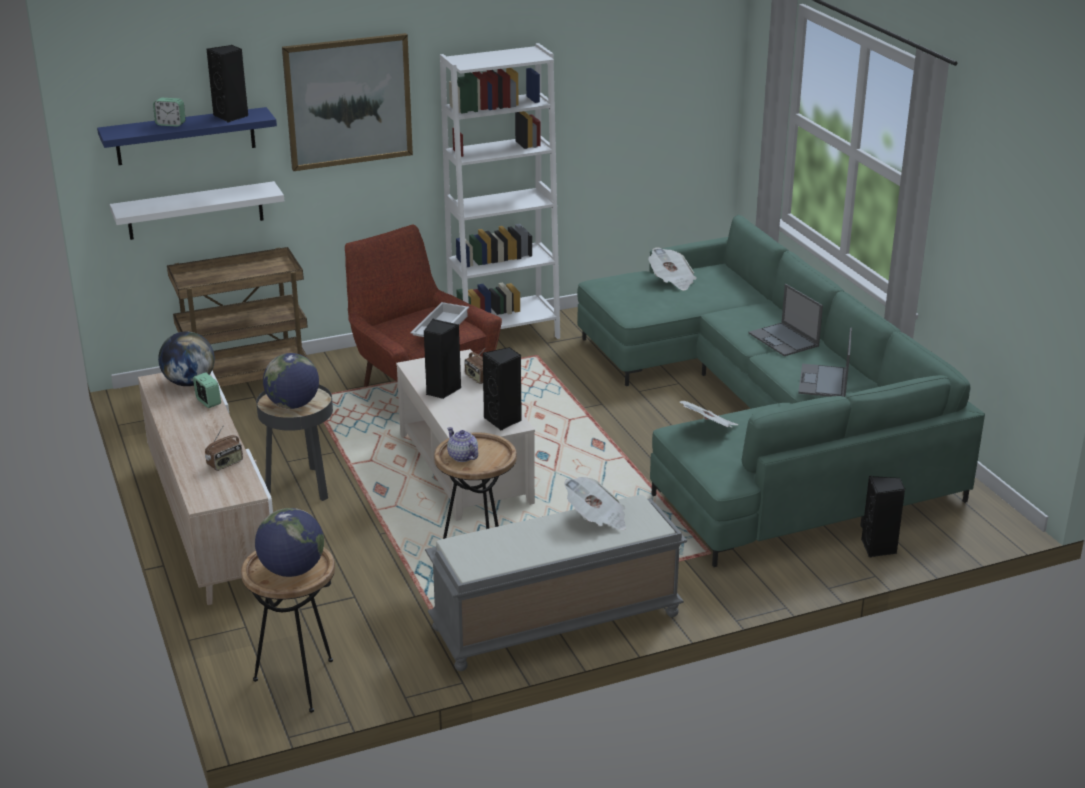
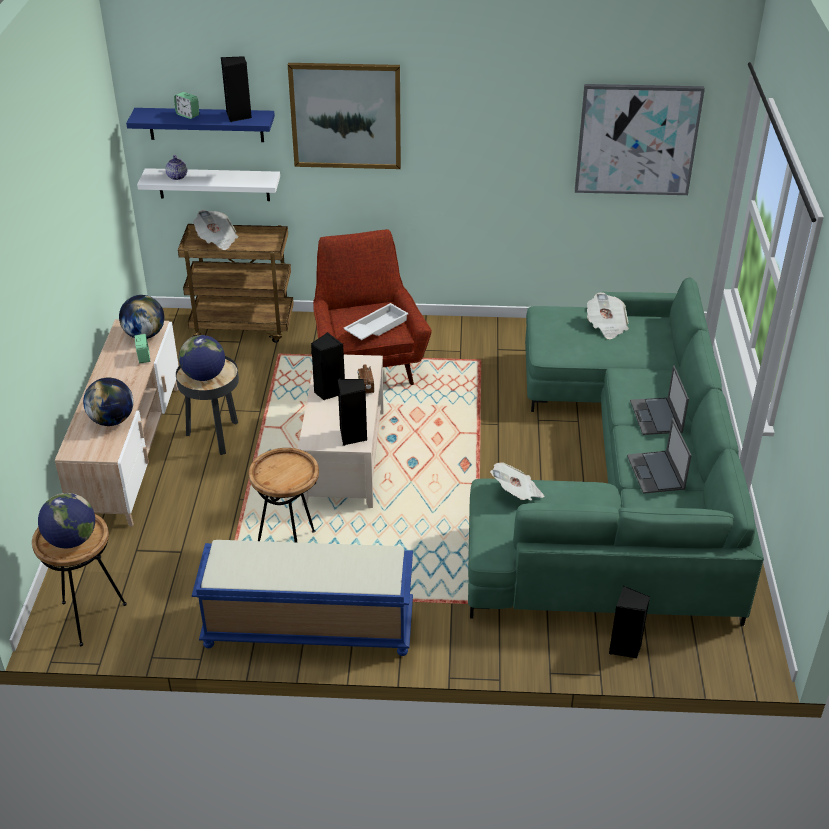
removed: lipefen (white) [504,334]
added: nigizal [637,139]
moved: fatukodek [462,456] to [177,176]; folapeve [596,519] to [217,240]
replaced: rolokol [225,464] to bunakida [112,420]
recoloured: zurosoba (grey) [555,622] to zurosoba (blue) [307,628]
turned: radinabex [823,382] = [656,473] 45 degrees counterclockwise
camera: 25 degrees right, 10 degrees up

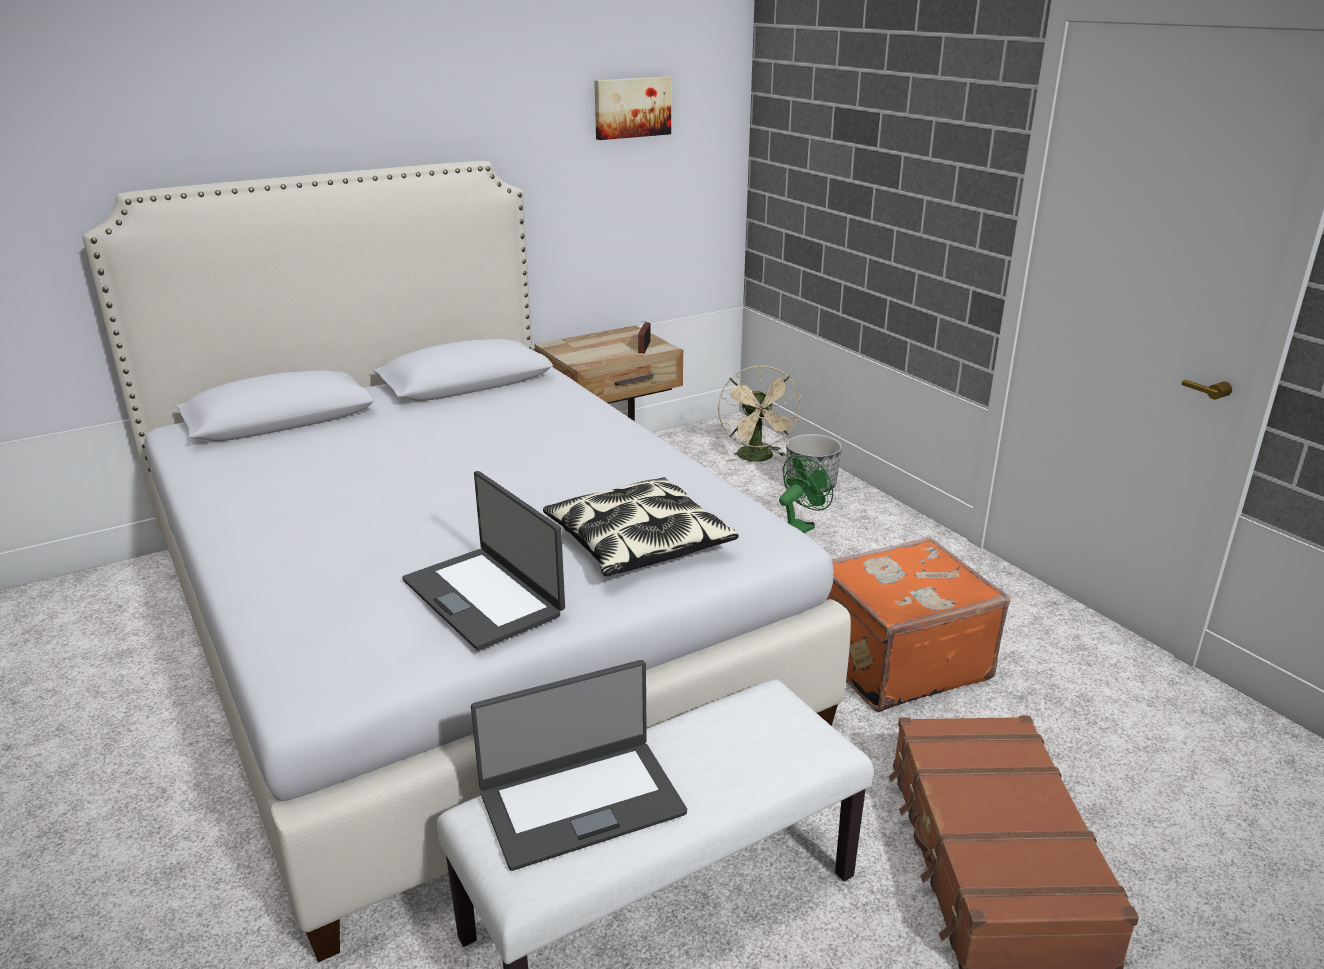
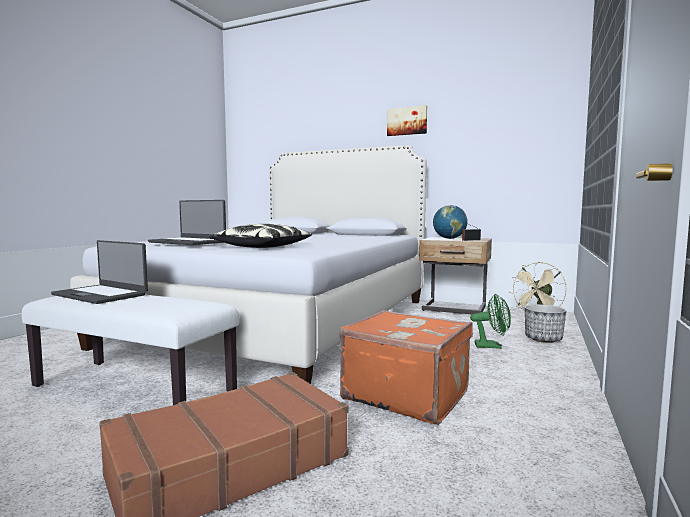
added: bunakida [449,238]
moved: nigizal [631,107] to [407,121]
turned: radinabex [484,597] = [188,242] 75 degrees counterclockwise
camera: 55 degrees right, 20 degrees down

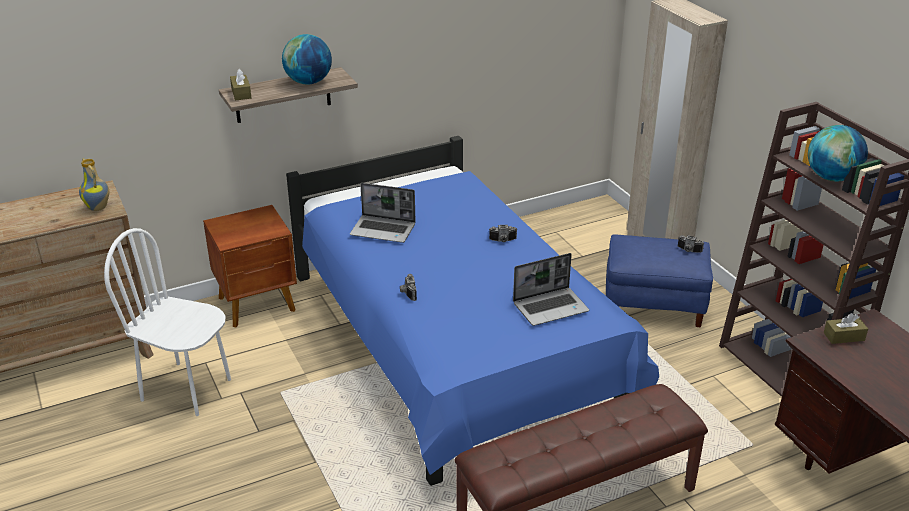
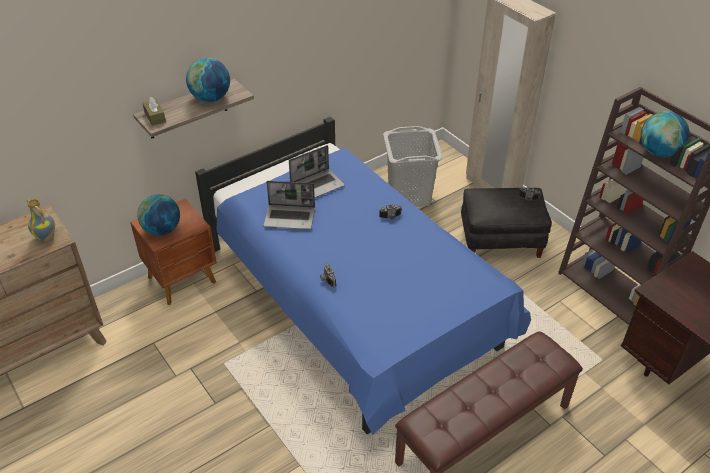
removed: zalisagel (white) [186,389]; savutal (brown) [844,336]
added: bunakida [162,230]; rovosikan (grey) [409,195]
moved: radinabex [551,307] to [317,185]
recoloured: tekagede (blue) [654,303] to tekagede (black) [501,239]
camera: 10 degrees left, 10 degrees up

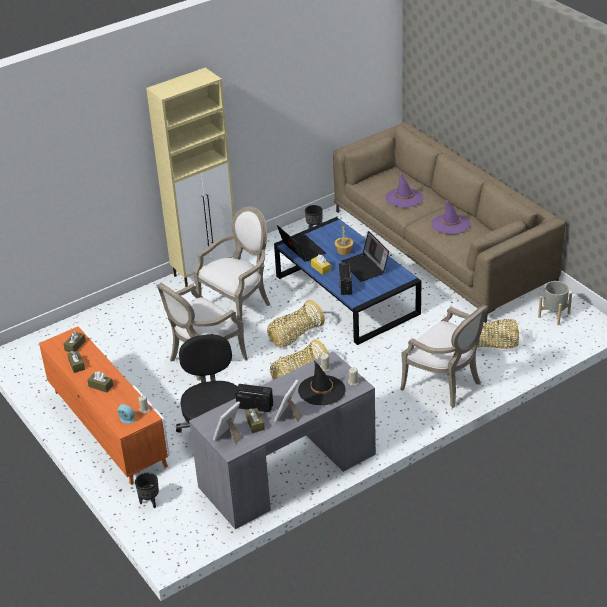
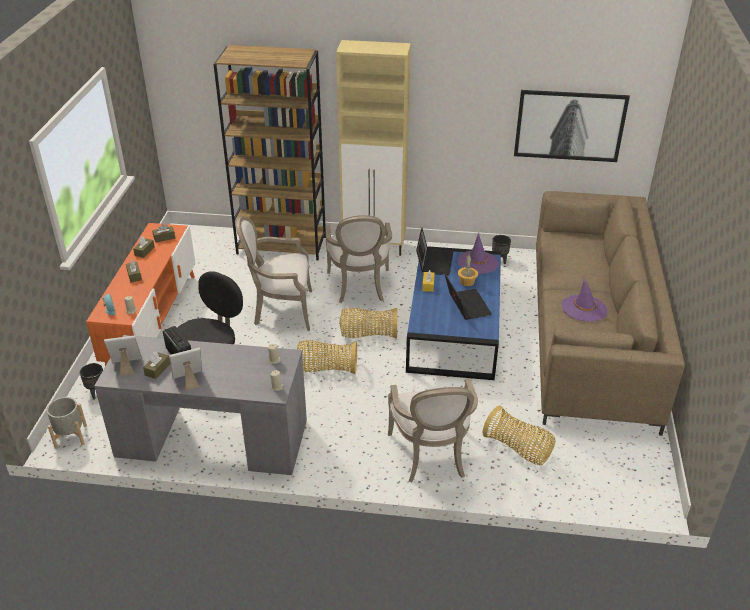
removed: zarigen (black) [321,390]; rolokol [345,286]
added: lipefen (brown) [282,245]; nigizal [569,126]
moved: zarigen (purple) [404,198] to [477,262]; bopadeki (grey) [553,315] to [71,436]
turned: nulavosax [239,307] = [359,287] 90 degrees clockwise; radinabex [365,267] = [466,305] 150 degrees clockwise
camera: 40 degrees right, 0 degrees up

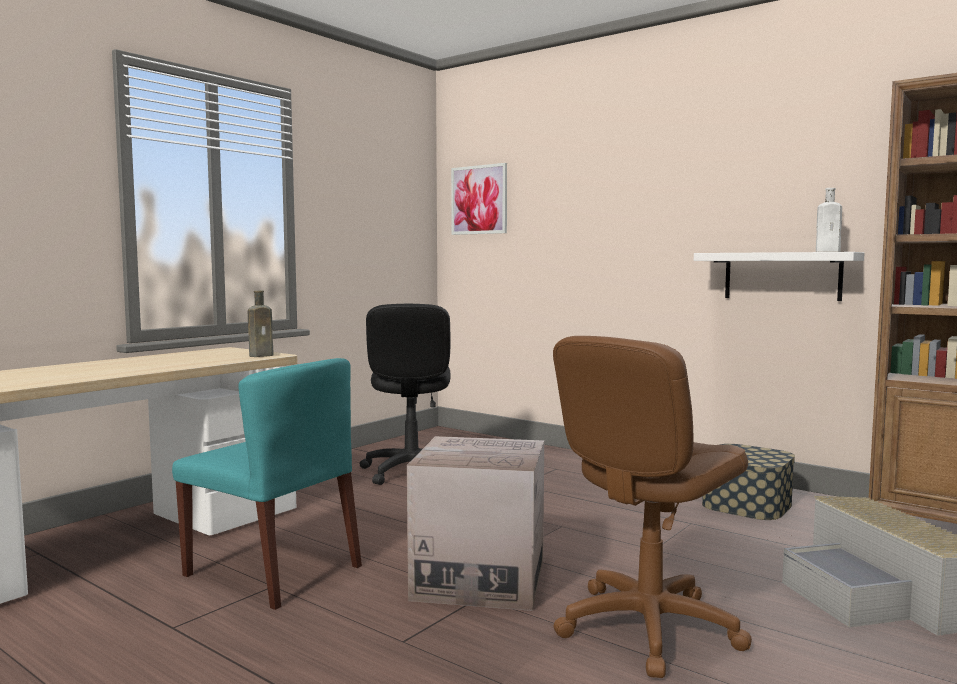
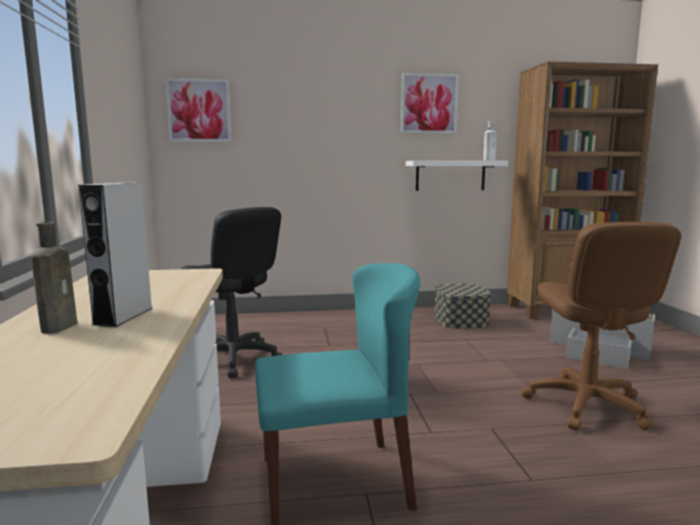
removed: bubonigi [480,579]
added: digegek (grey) [123,316]; nigizal [429,104]
moved: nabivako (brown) [263,355] to [60,326]
camera: 45 degrees left, 5 degrees up

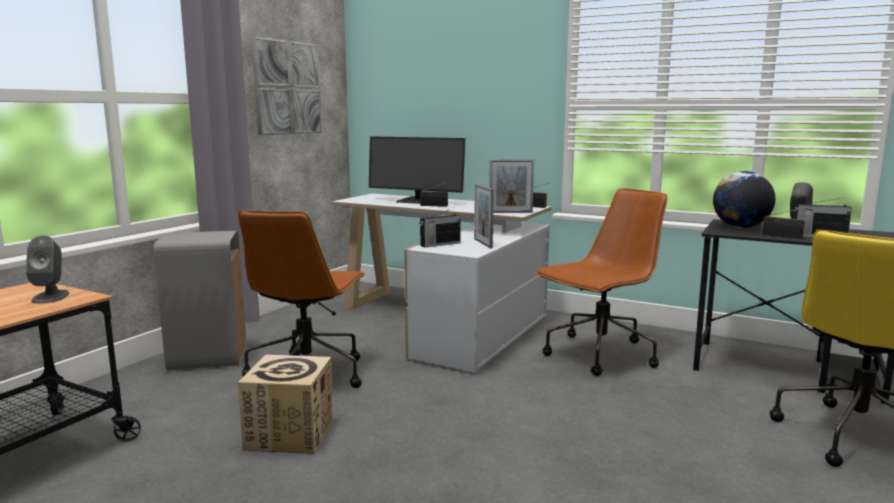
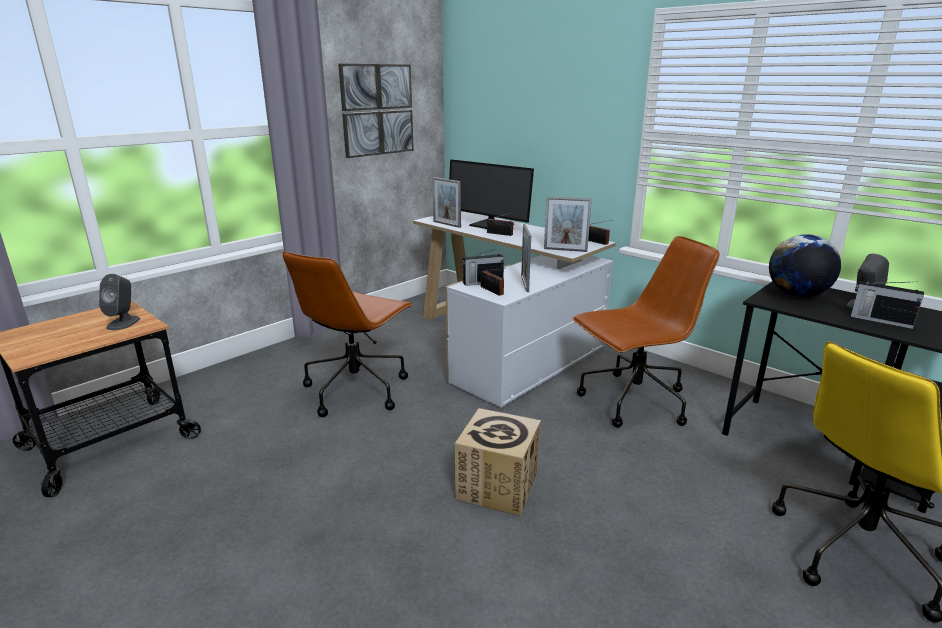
removed: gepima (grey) [208,358]
added: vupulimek [447,224]
moved: bubonigi [290,434] to [498,486]; rolokol [784,237] to [492,291]
camera: 15 degrees right, 10 degrees up

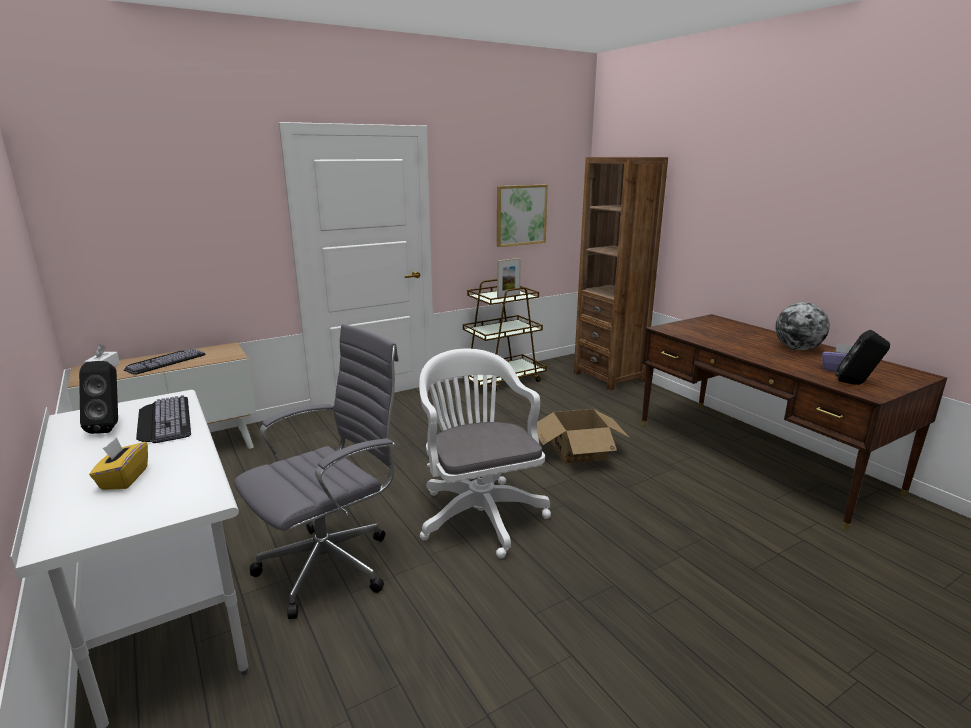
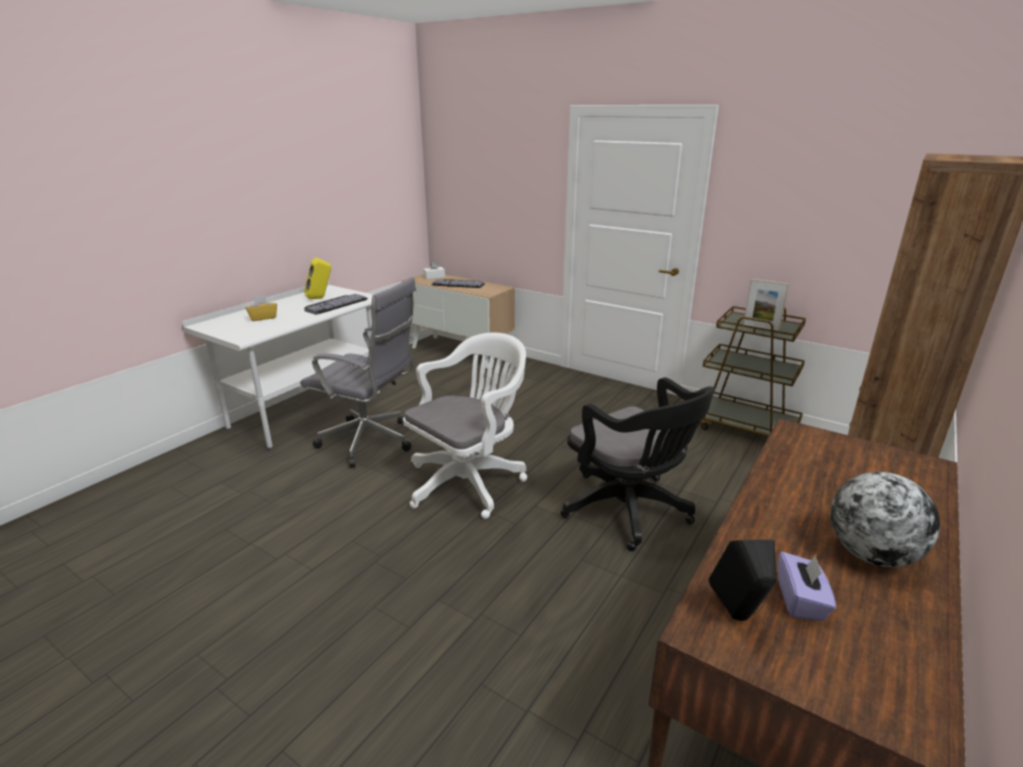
removed: nigizal [521,215]
replaced: bubonigi [578,451] to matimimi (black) [630,512]
recoloured: digegek (black) [110,427] to digegek (yellow) [320,298]
camera: 65 degrees right, 5 degrees up

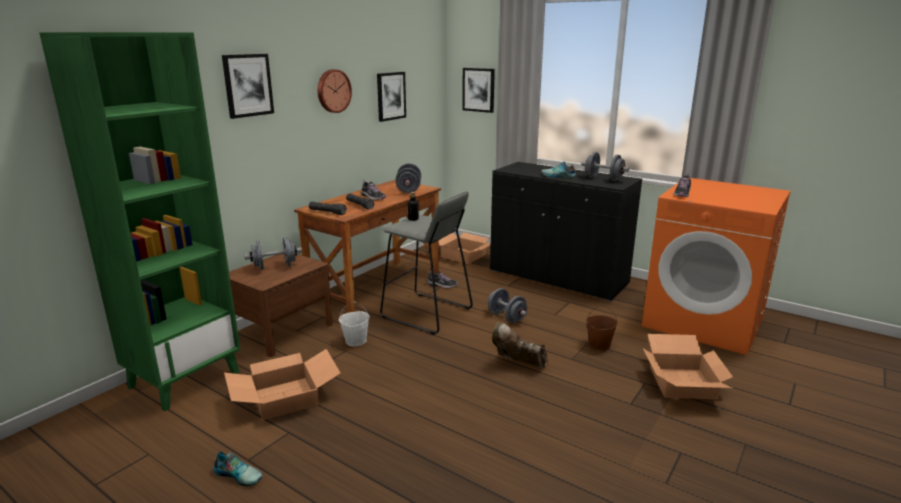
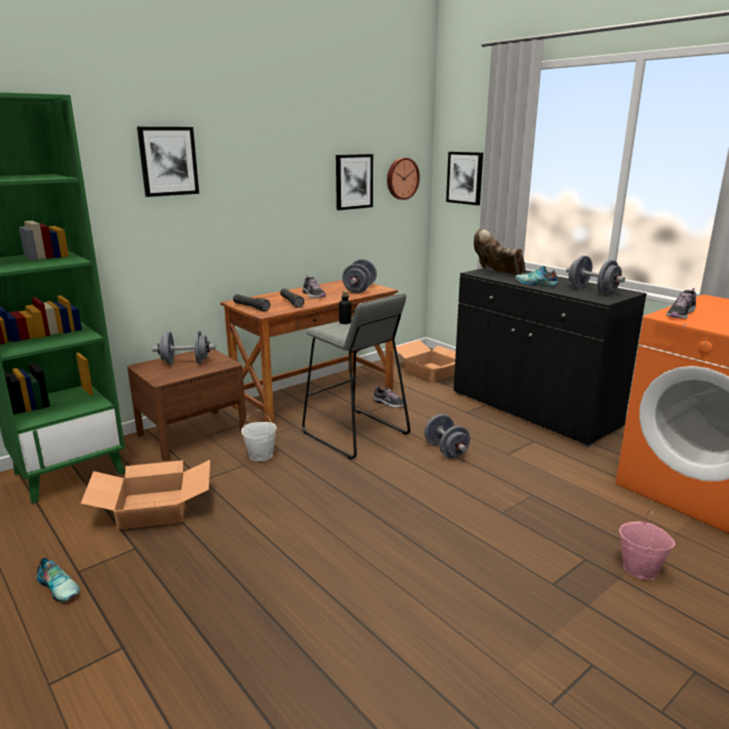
removed: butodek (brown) [599,345]
moved: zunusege [333,91] to [401,178]; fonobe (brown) [518,364] to [497,274]
replaced: bubonigi [683,383] to butodek (pink) [640,569]
camera: 15 degrees right, 0 degrees up

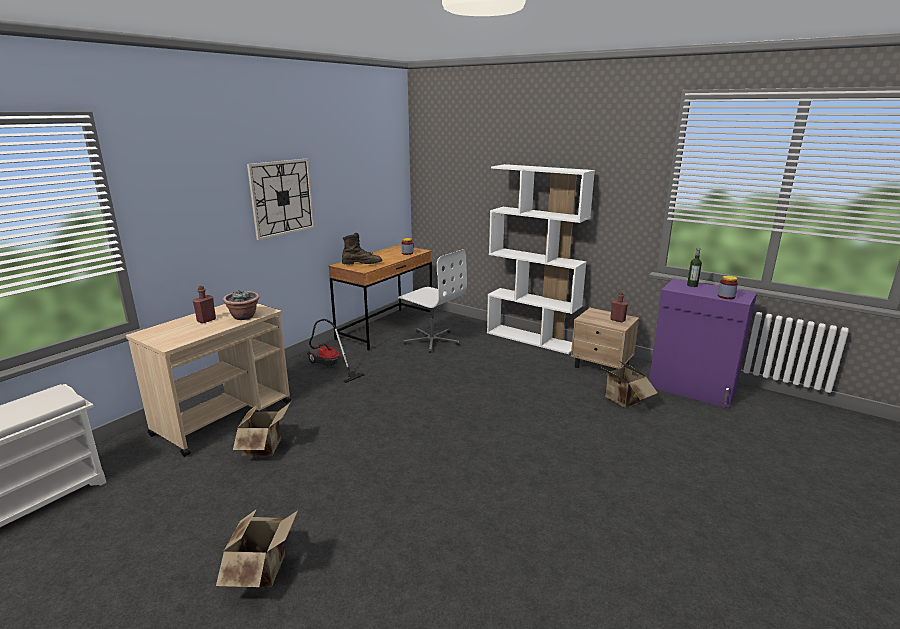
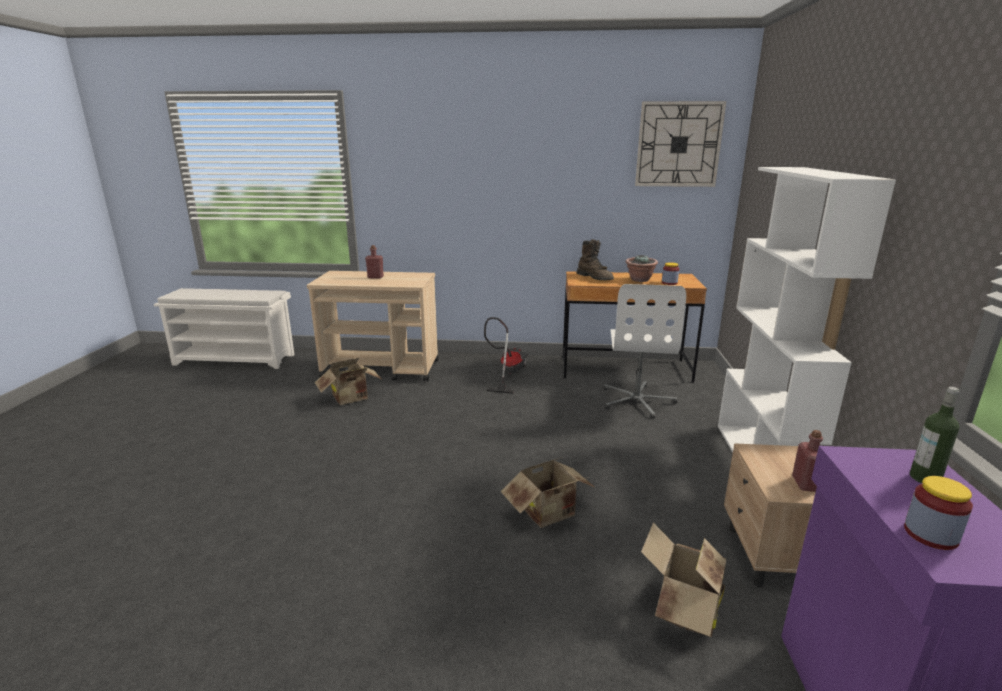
moved: bubonigi [264,570] to [550,514]; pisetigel [244,317] to [640,280]; zunusege [282,198] to [678,144]
camera: 60 degrees right, 0 degrees up

